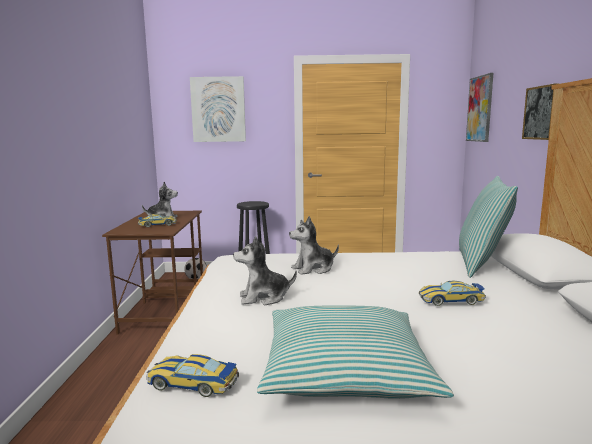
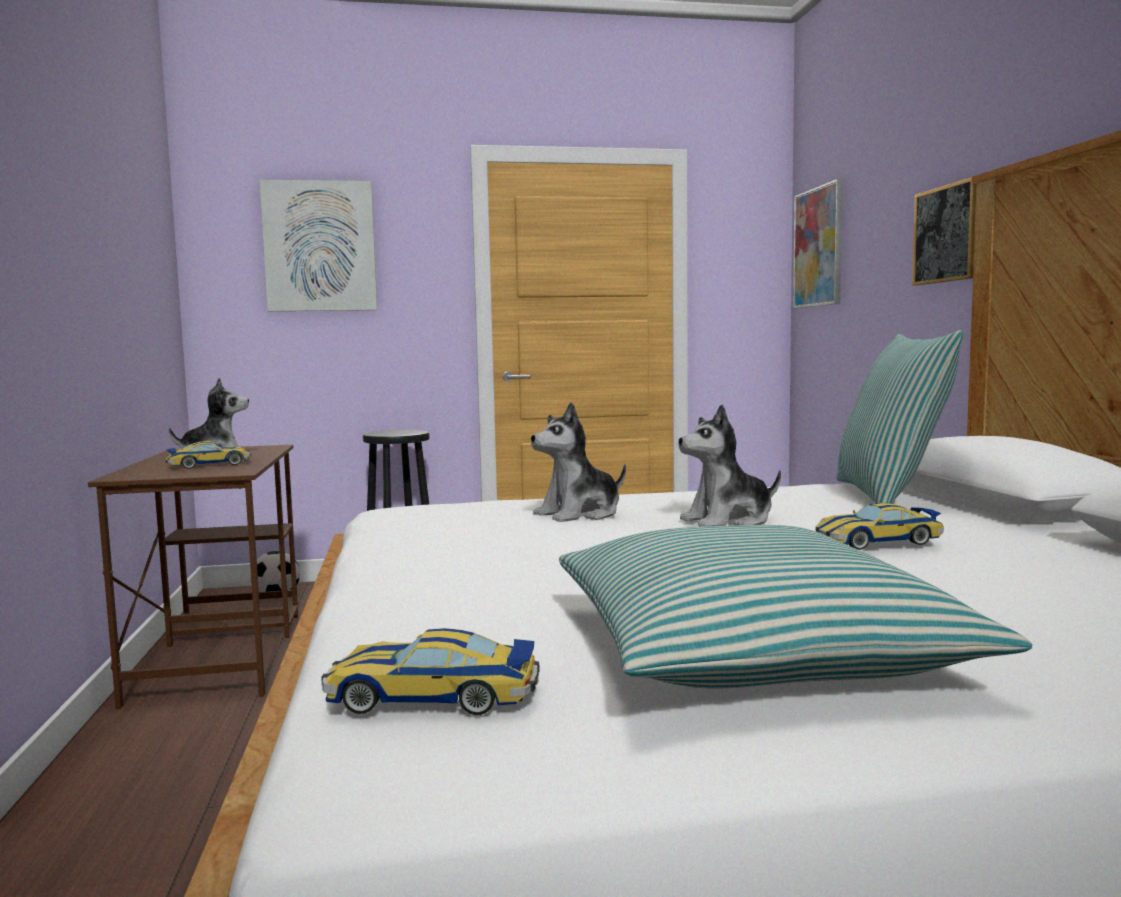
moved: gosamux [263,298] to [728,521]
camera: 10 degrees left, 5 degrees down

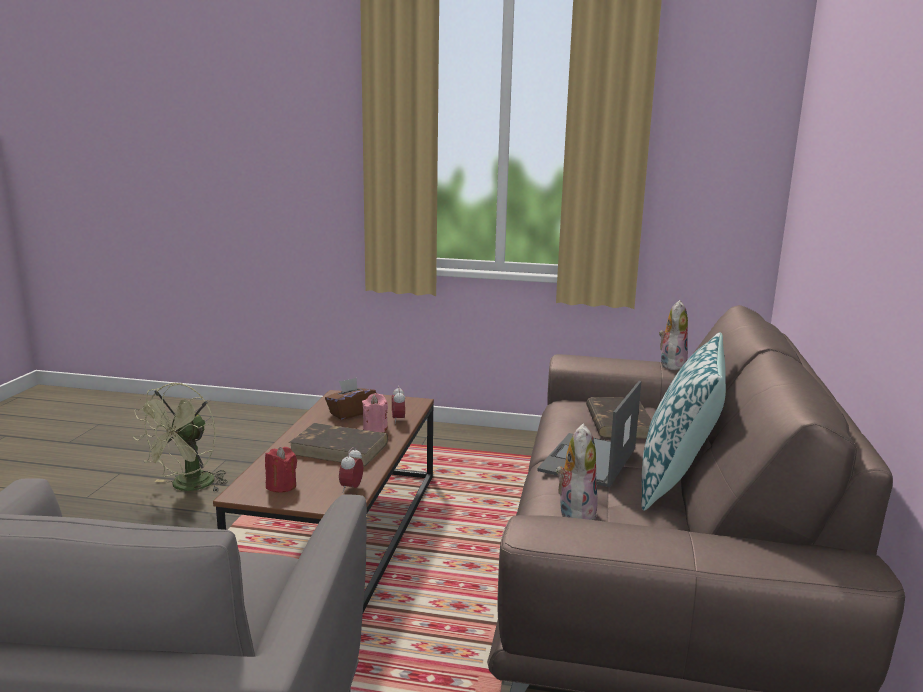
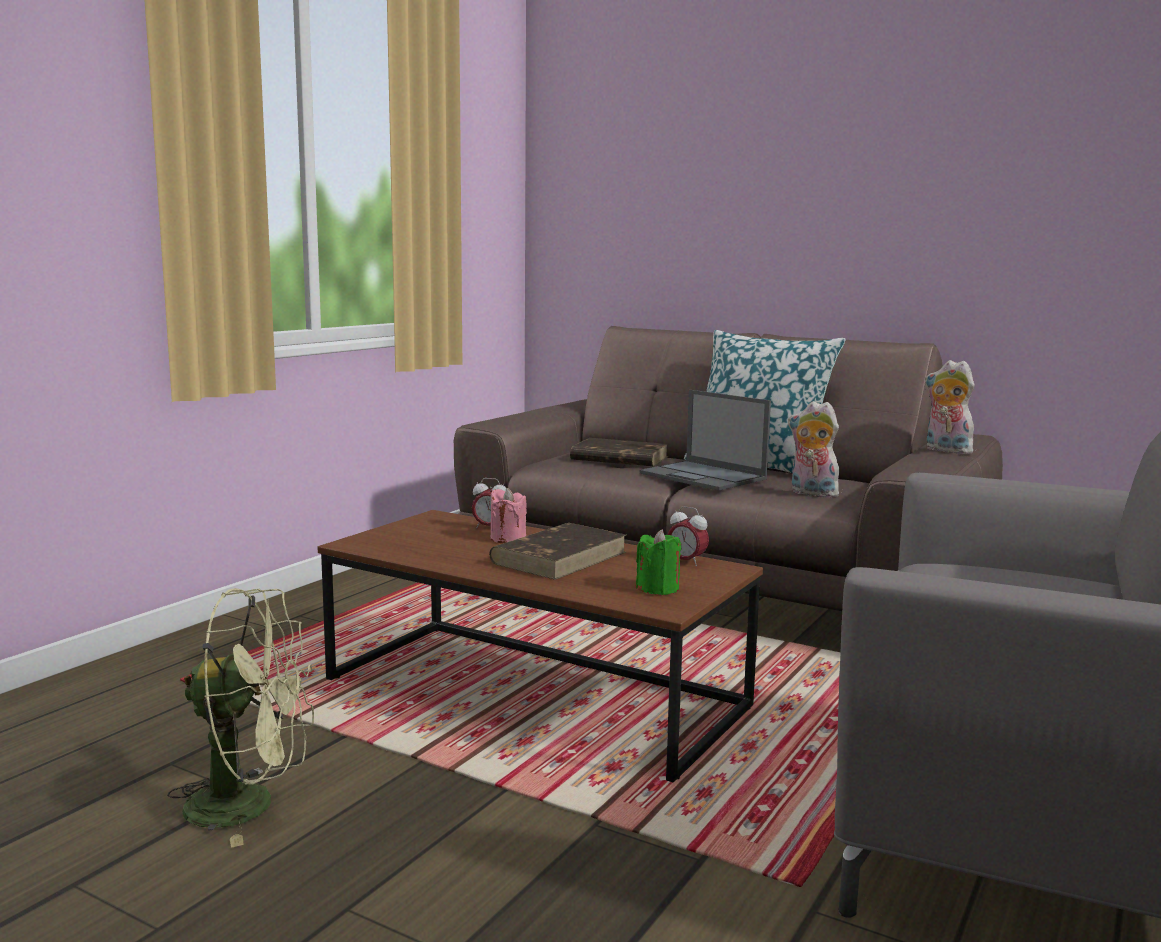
removed: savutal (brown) [350,413]
moved: gosamux [671,364] to [945,450]
recoloured: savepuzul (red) [281,486] to savepuzul (green) [658,589]
turned: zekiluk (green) [187,487] = [250,805] 45 degrees counterclockwise
camera: 70 degrees left, 5 degrees down

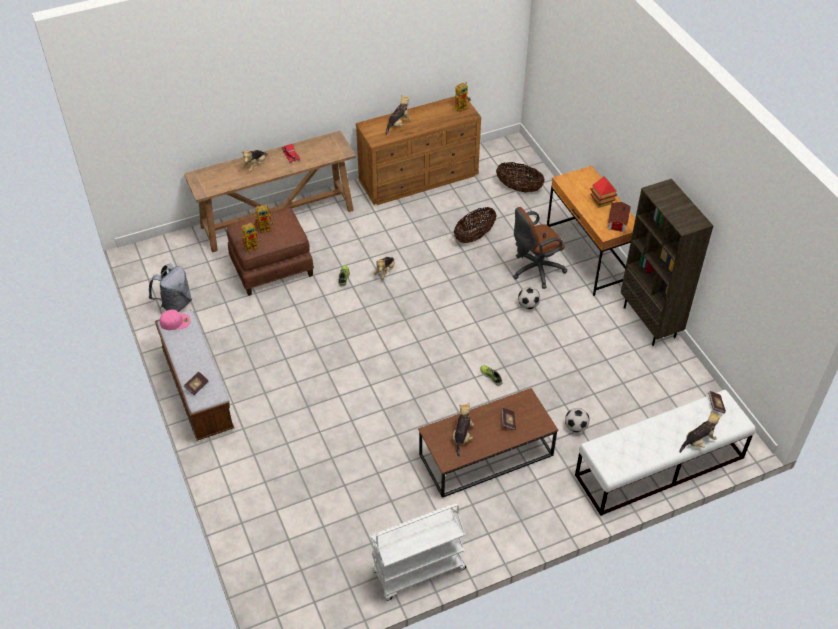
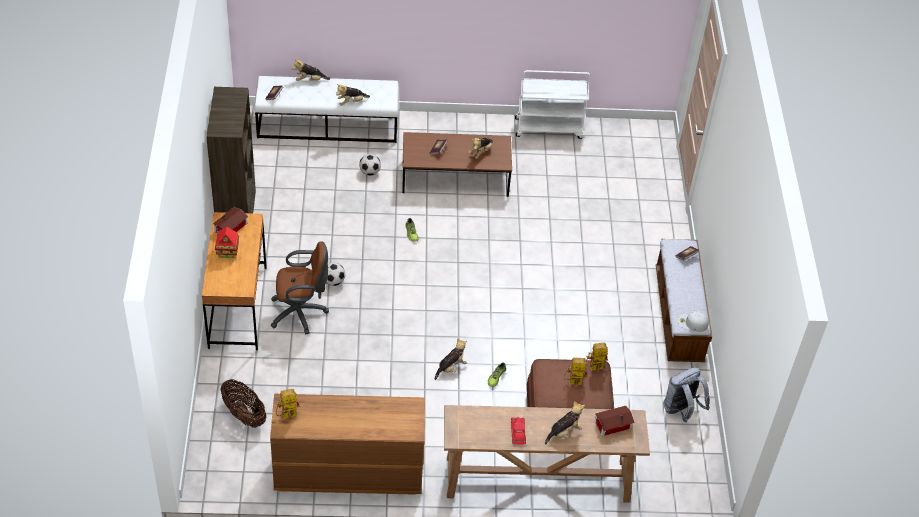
removed: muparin [474,236]
added: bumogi [612,424]
moved: gosamux [398,124] to [351,102]
recoloured: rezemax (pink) [175,321] to rezemax (white) [692,323]
camera: 160 degrees left, 0 degrees up

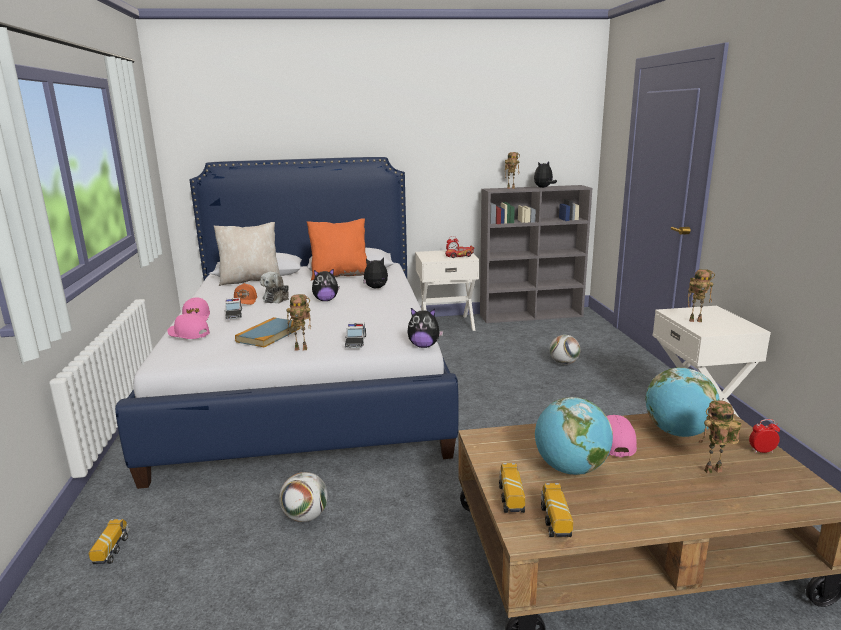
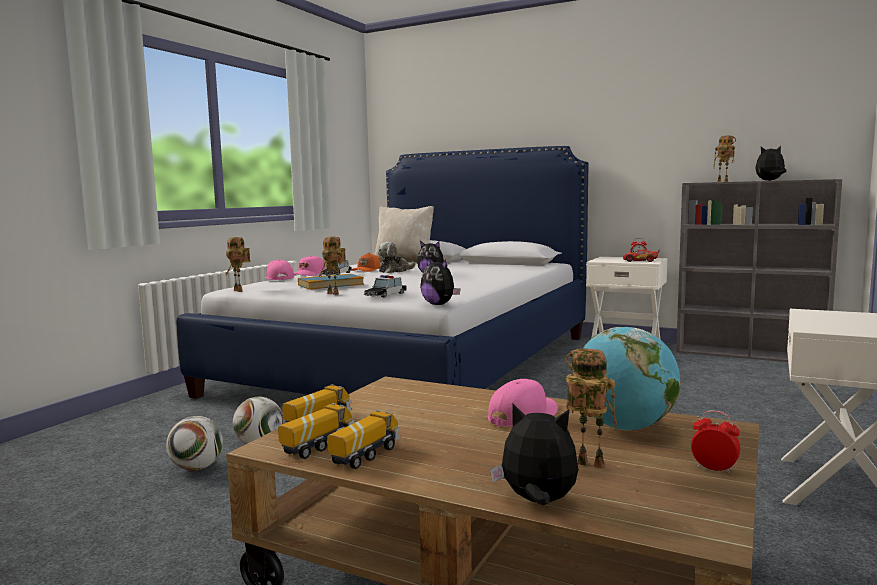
removed: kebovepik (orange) [340,275]; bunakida [570,469]
moved: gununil [112,550] to [366,455]; gosamux [376,288] to [538,502]; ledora [563,363] to [197,468]; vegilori [696,320] to [239,291]
camera: 35 degrees right, 10 degrees down

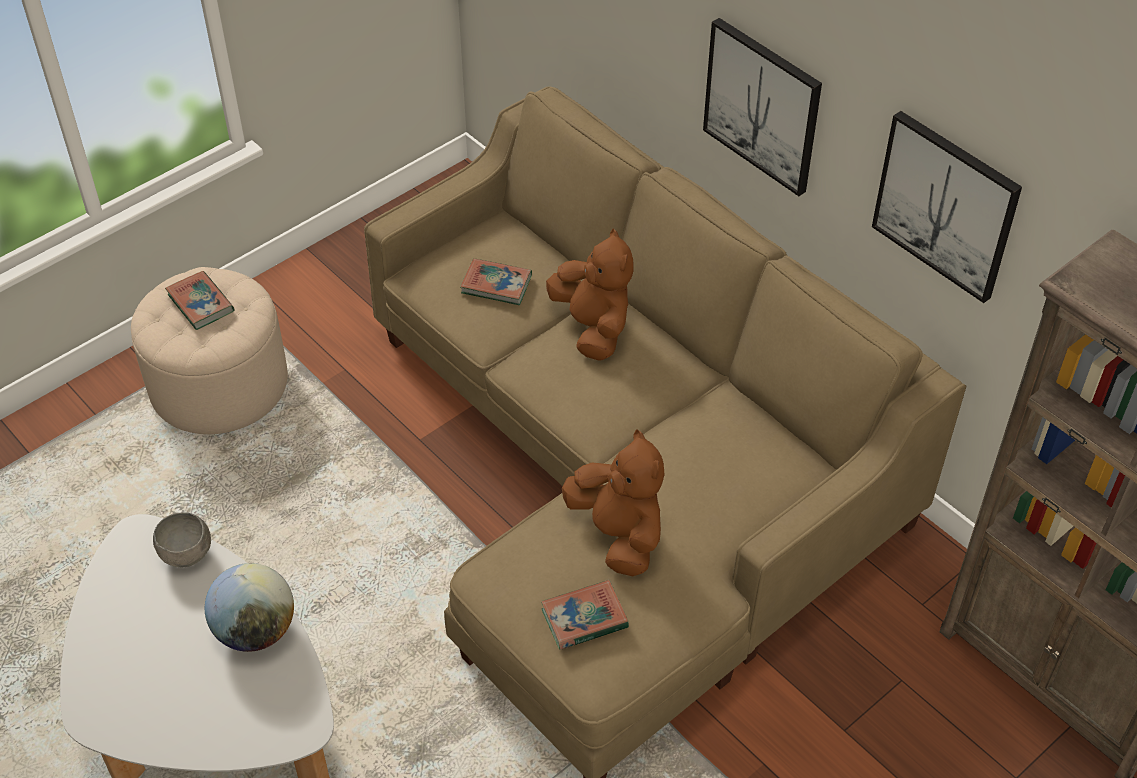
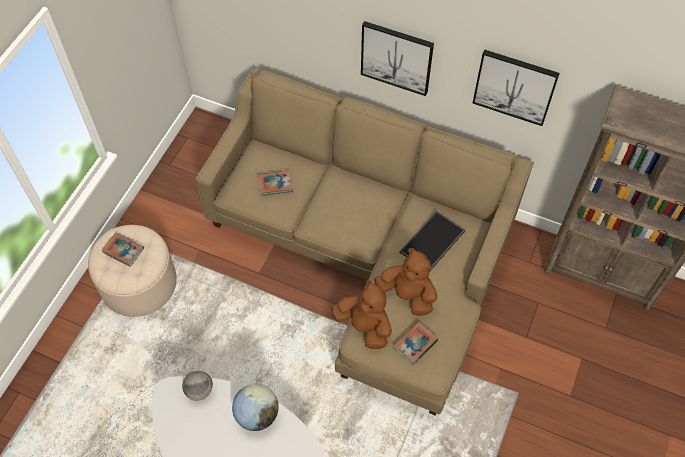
added: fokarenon [433,242]
moved: gosamux (brown) [593,327] to [364,326]
camera: 25 degrees left, 10 degrees up

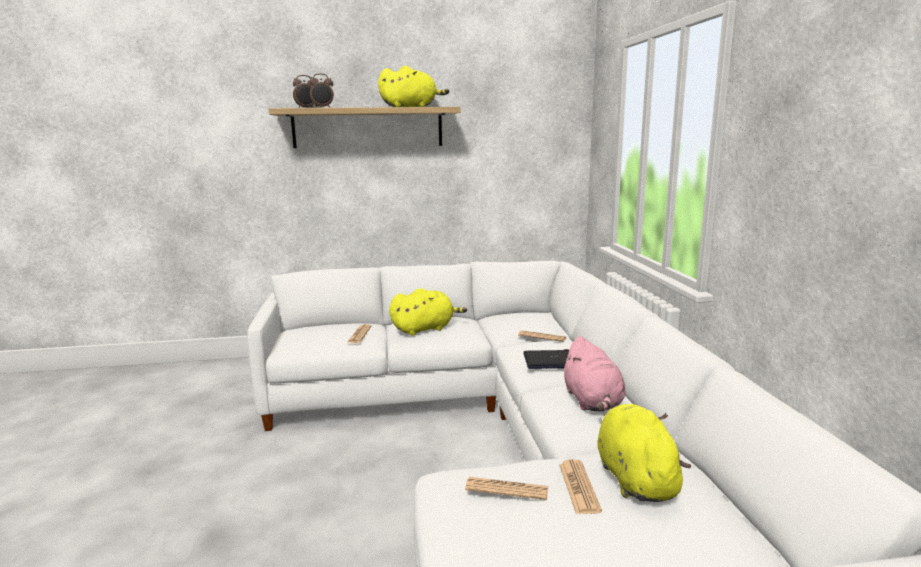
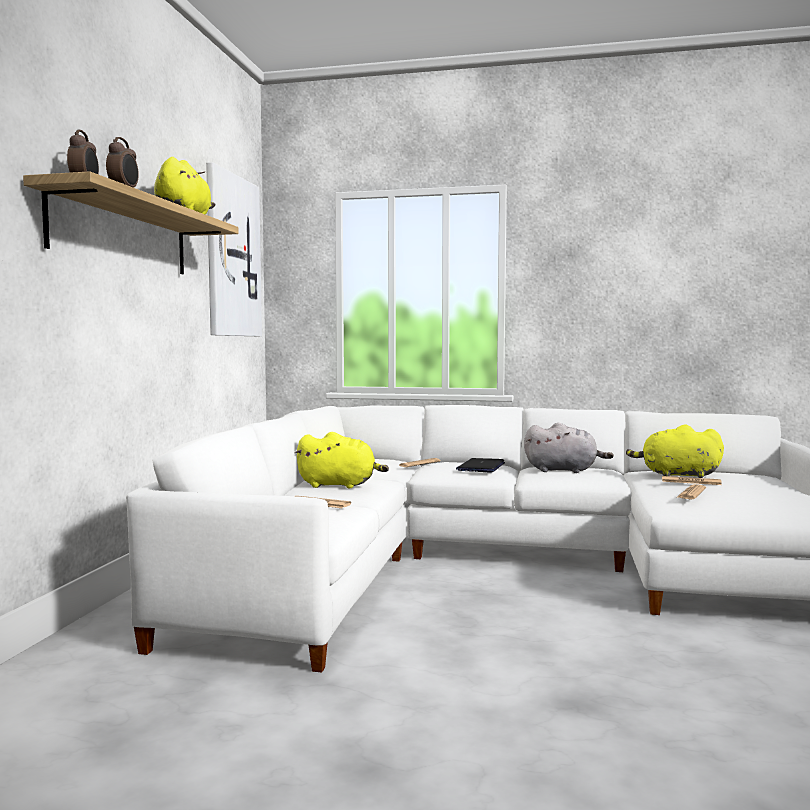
added: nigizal [232,256]
recoloured: gosamux (pink) [592,402] to gosamux (grey) [564,470]
turned: gosamux (yellow) [425,329] = [340,485] 105 degrees clockwise
camera: 70 degrees left, 10 degrees down

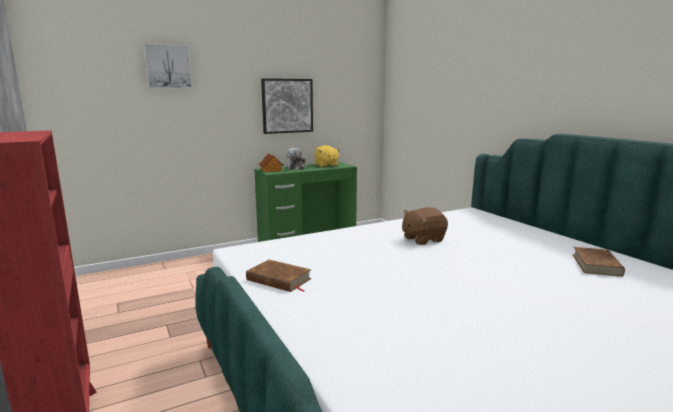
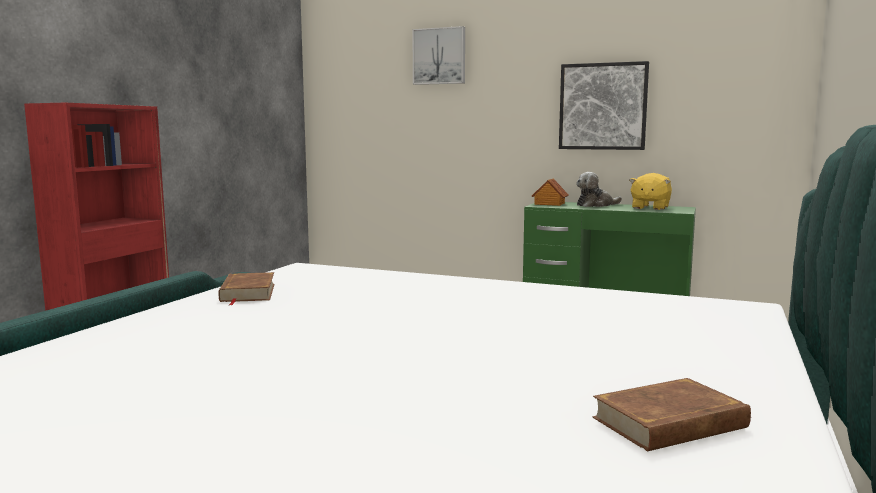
removed: gosamux (brown) [422,239]
camera: 50 degrees right, 5 degrees down

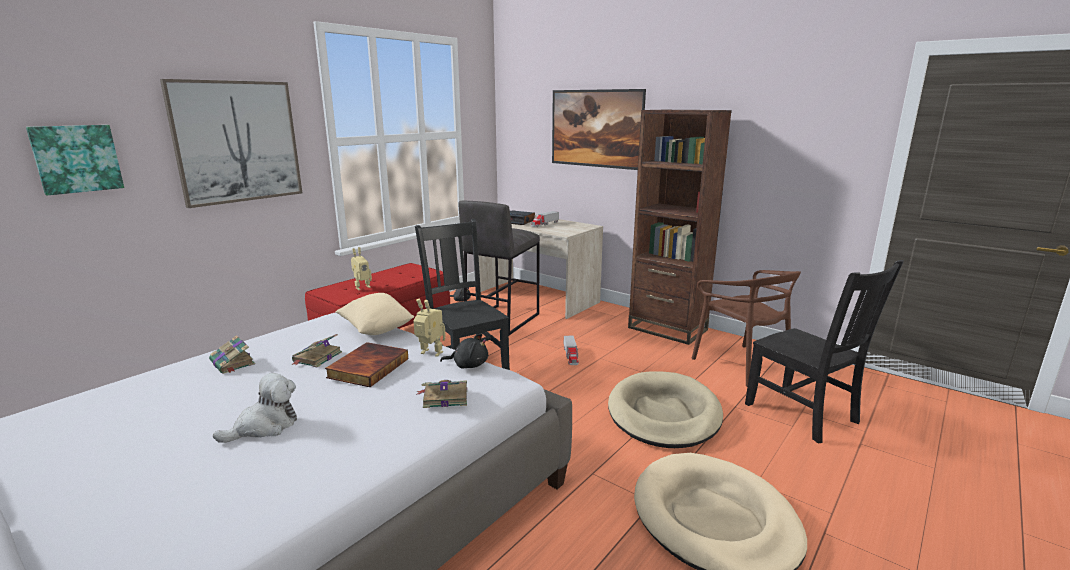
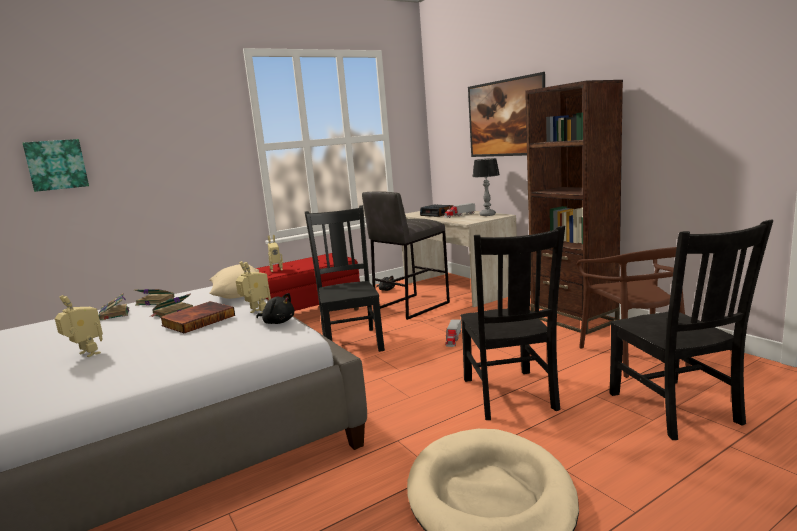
removed: nigizal [237,142]
added: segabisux [487,215]
moved: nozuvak [444,397] to [154,301]
replaced: gosamux [265,426] to vegilori [86,354]; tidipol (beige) [663,414] to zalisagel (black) [509,395]
camera: 20 degrees right, 5 degrees down

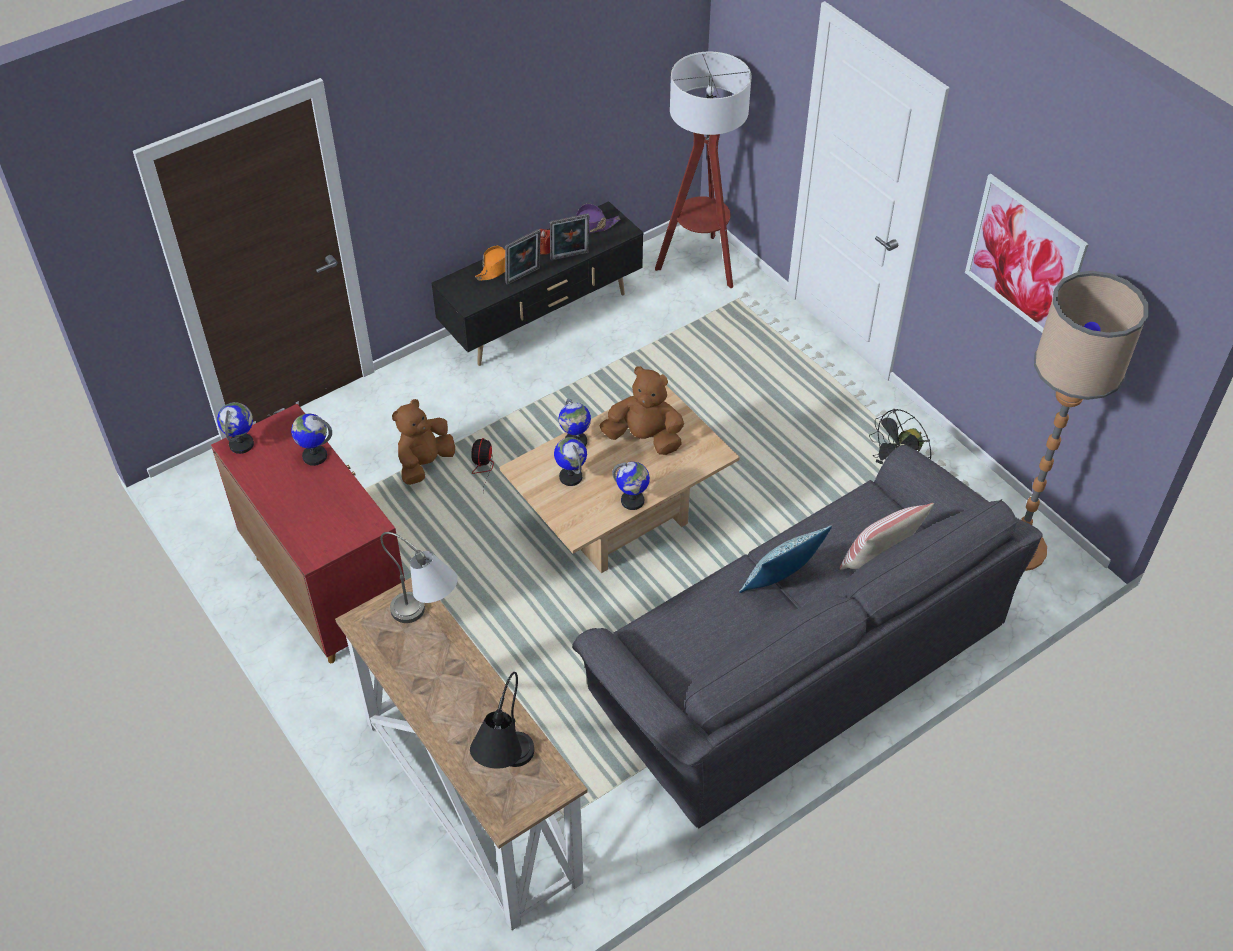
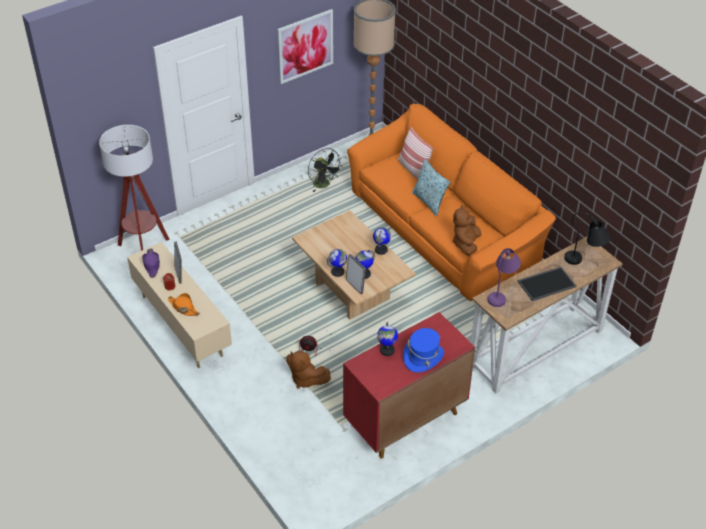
removed: bunakida [242,444]
added: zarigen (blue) [423,357]; fokarenon [546,283]
moved: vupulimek [524,277] to [355,286]; gosamux (brown) [644,438] to [466,244]
recoloured: segabisux (grey) [427,618] to segabisux (purple) [501,292]; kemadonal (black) [543,318] to kemadonal (beige) [182,325]; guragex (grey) [797,662] to guragex (orange) [442,228]
camera: 90 degrees left, 5 degrees down

